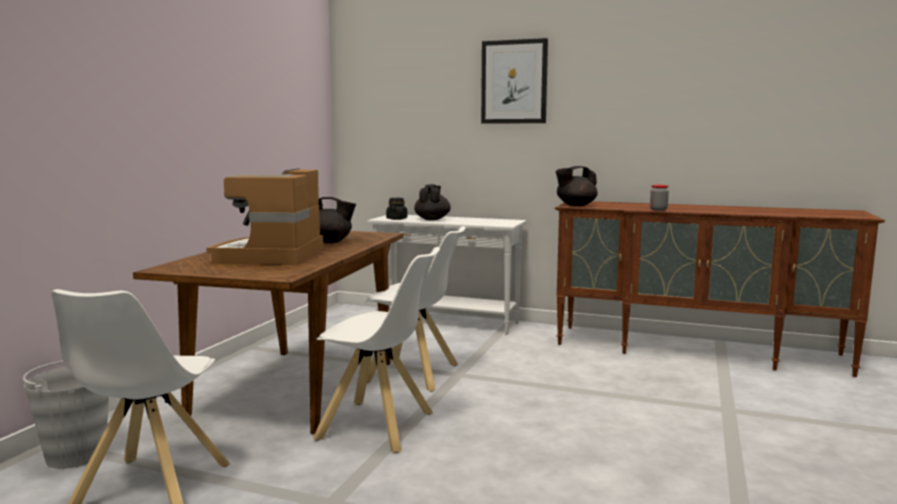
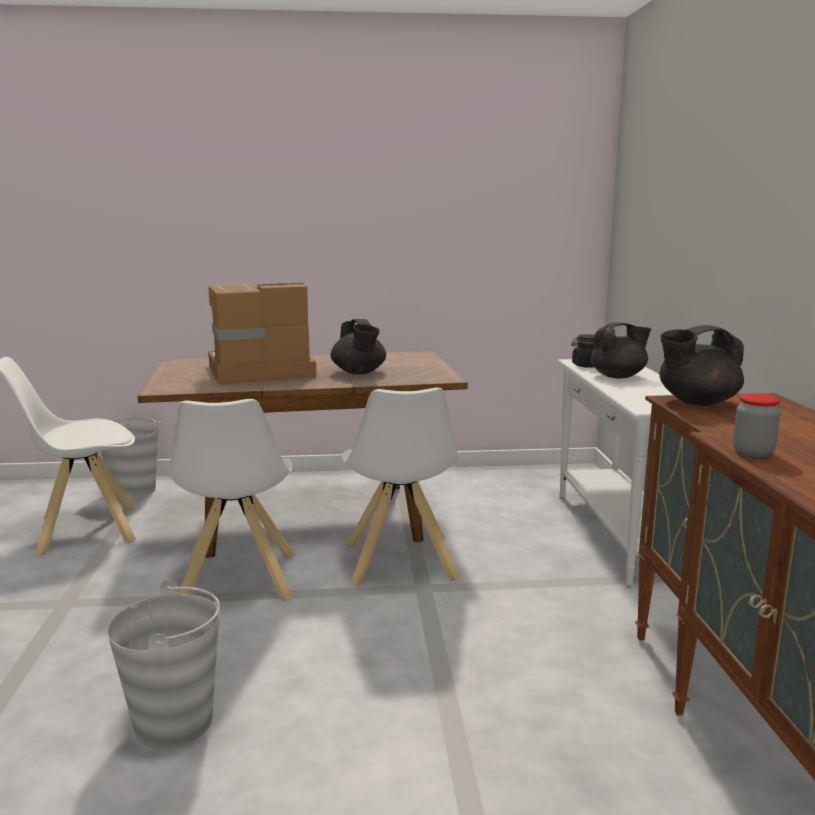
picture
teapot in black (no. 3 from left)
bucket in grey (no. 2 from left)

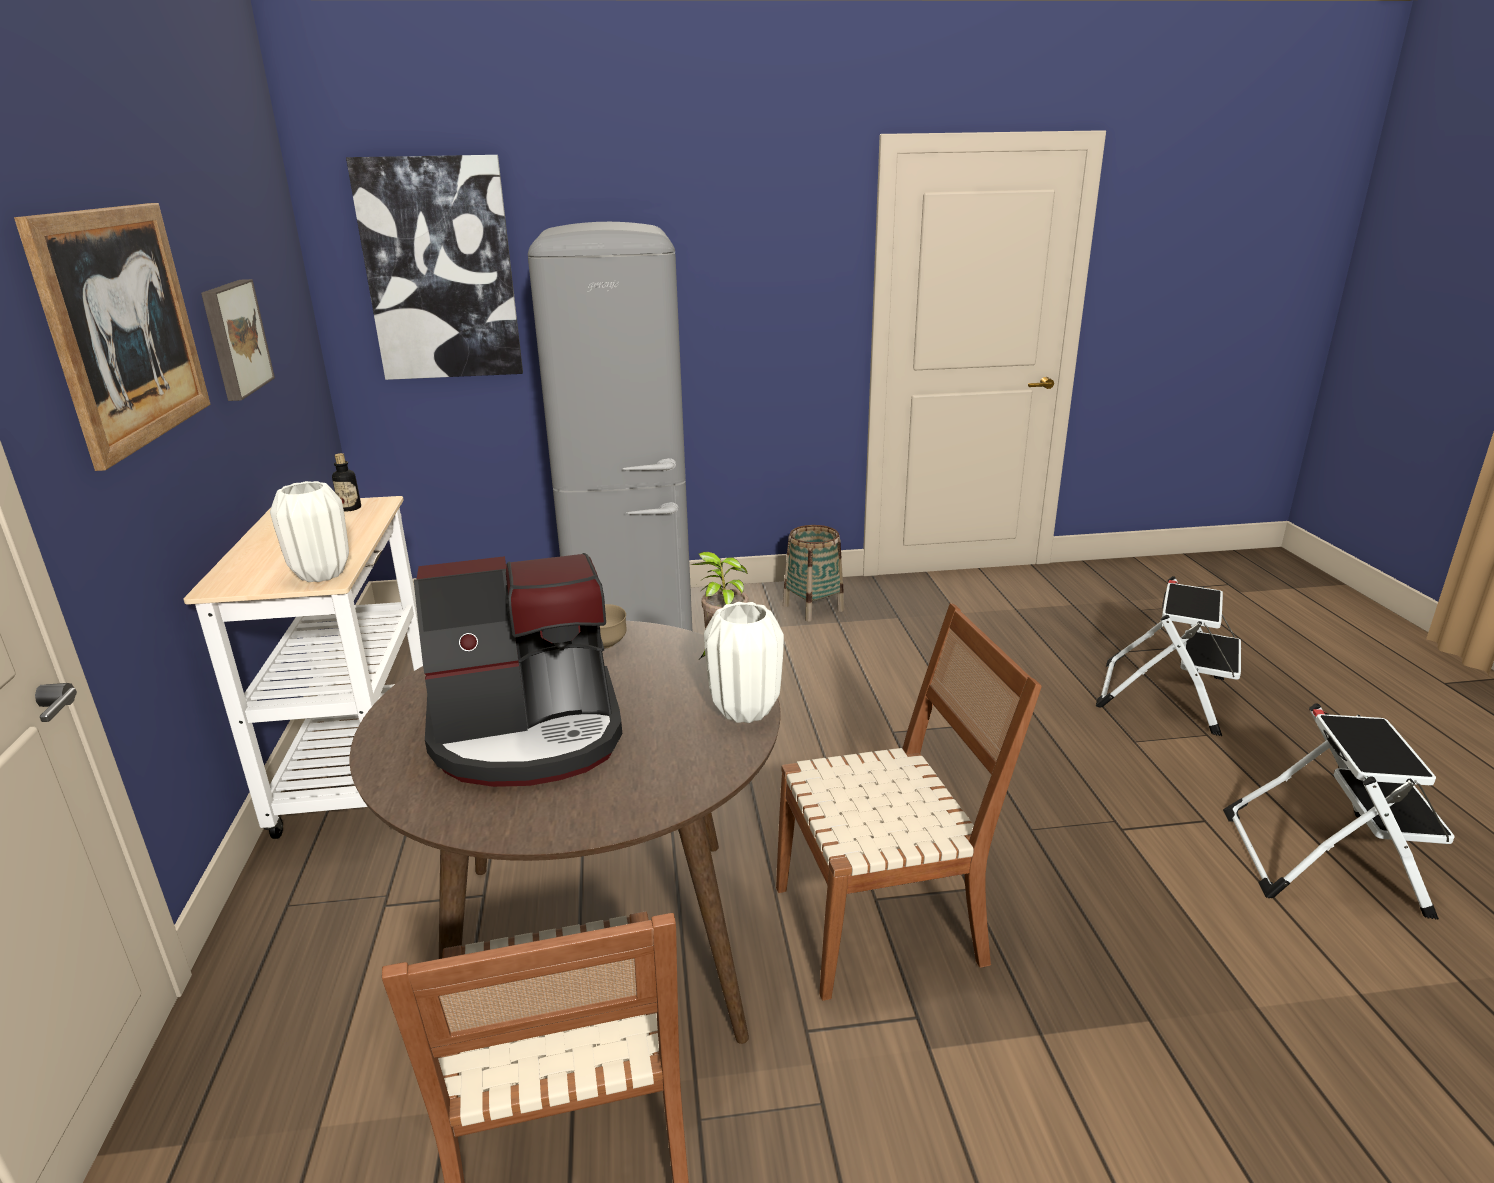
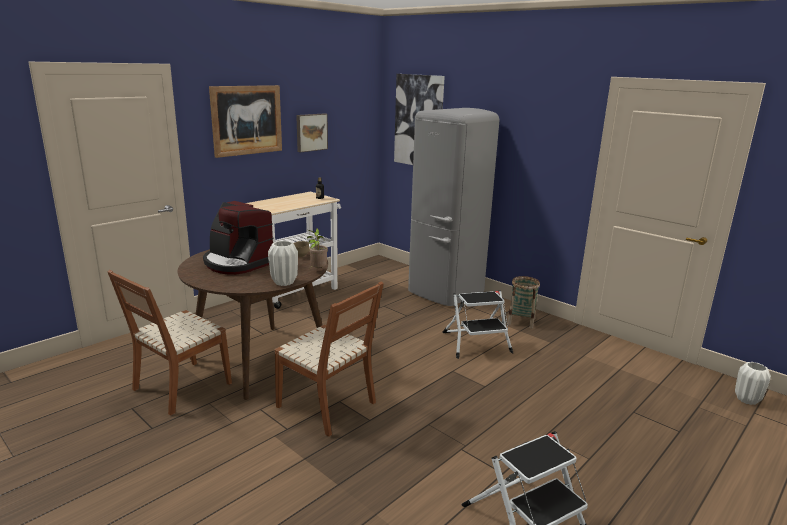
vase in white (no. 2 from left)
step ladder (no. 1 from left)

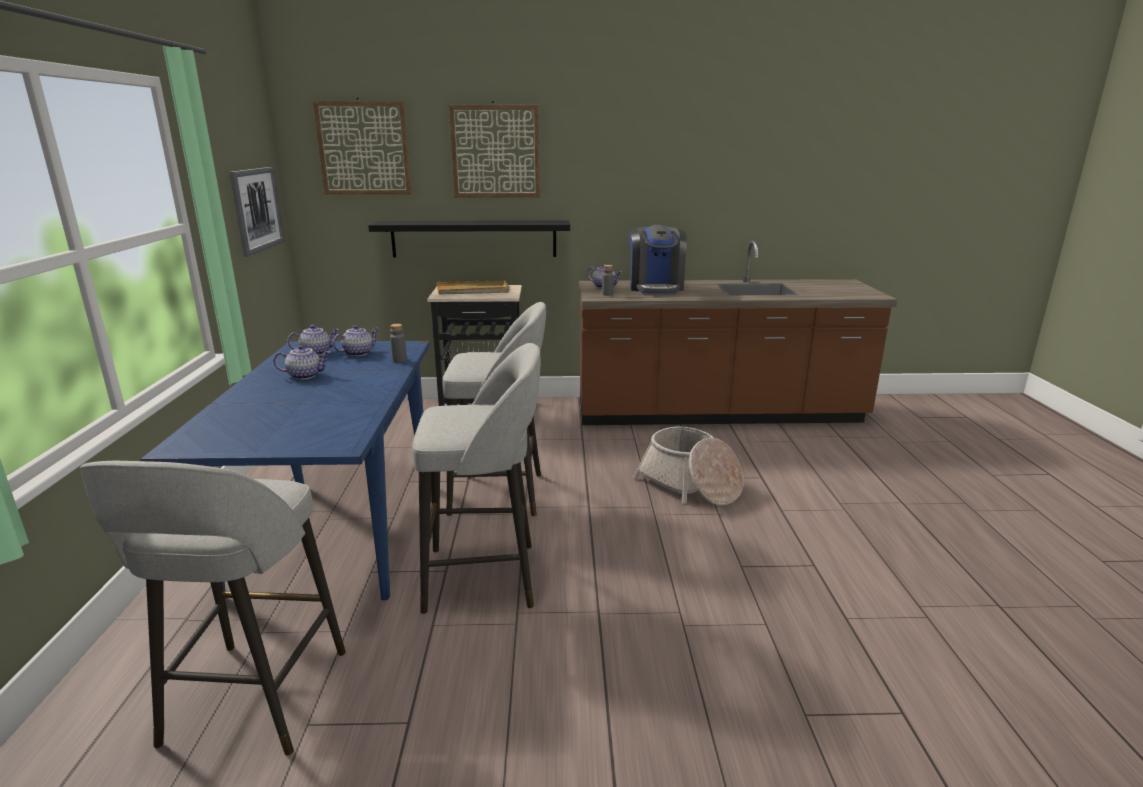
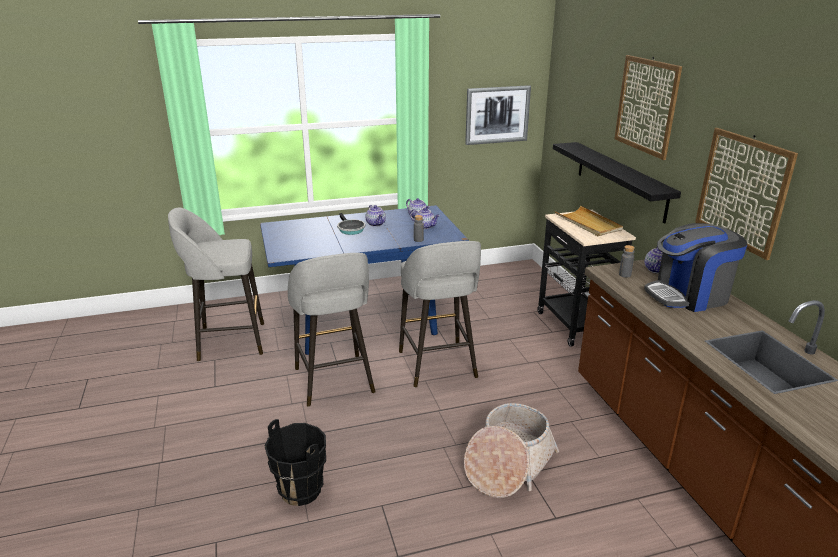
picture (no. 3 from left)
bucket in black
frying pan

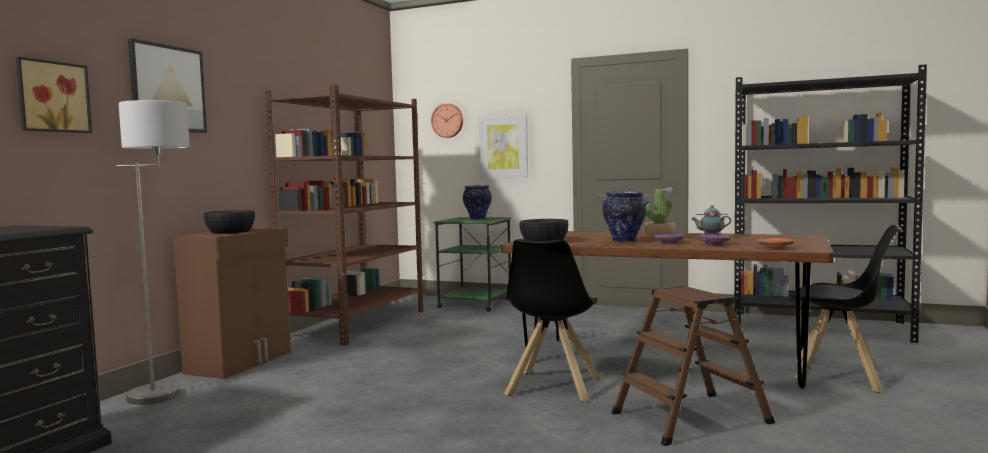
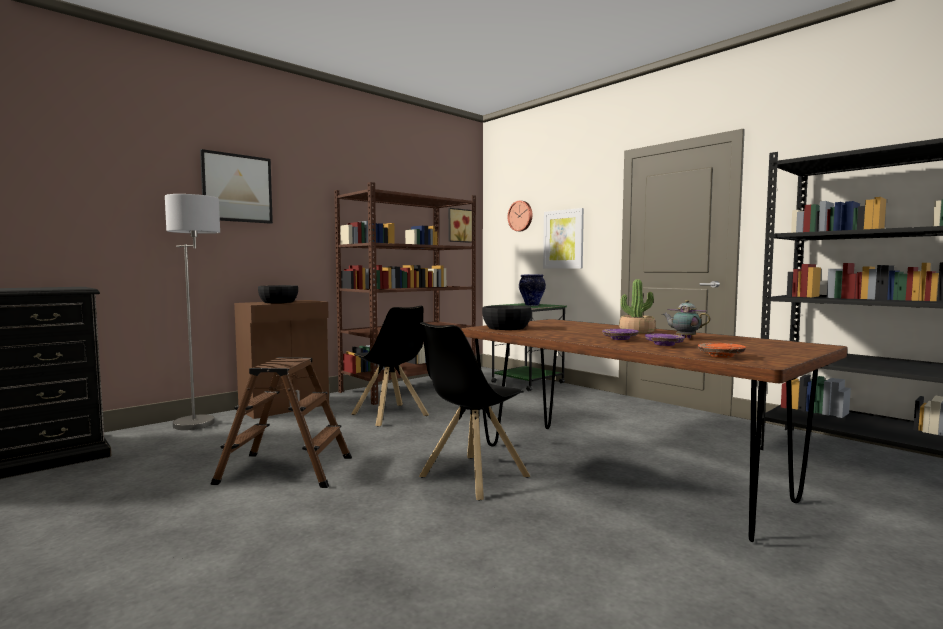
picture (no. 2 from left)
vase (no. 2 from left in the first image)
step ladder in brown
chair in black (no. 1 from left)

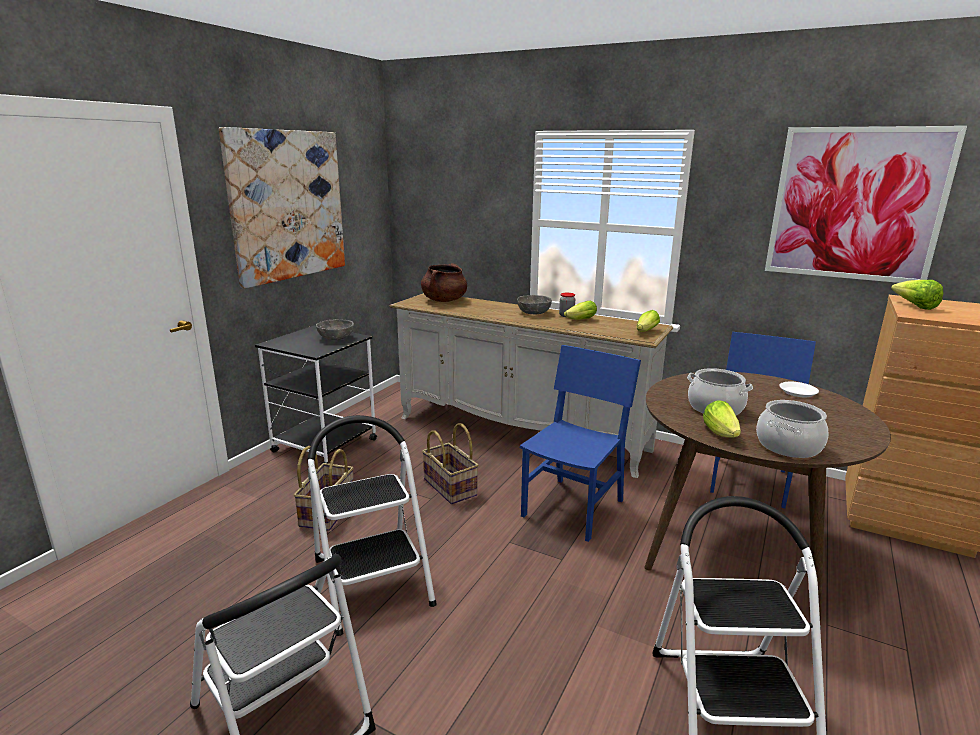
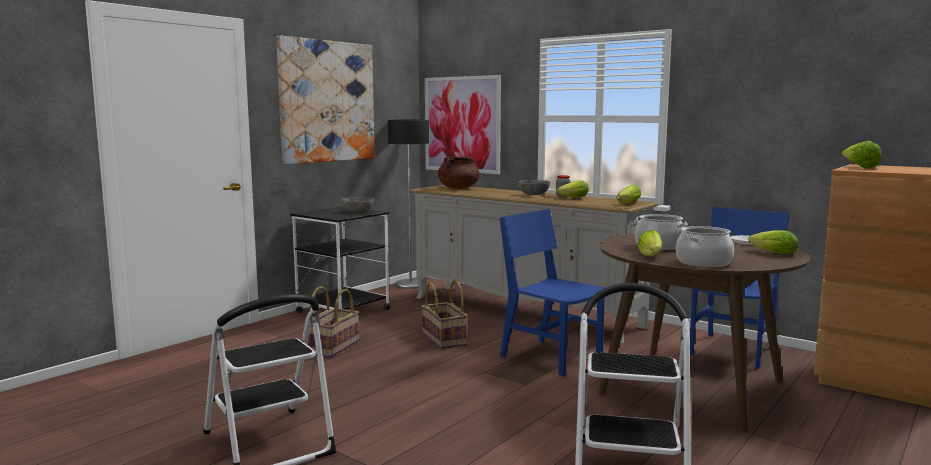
step ladder (no. 2 from left in the first image)
chair in blue (no. 1 from left)
picture (no. 2 from left)
floor lamp
lettuce (no. 4 from left)

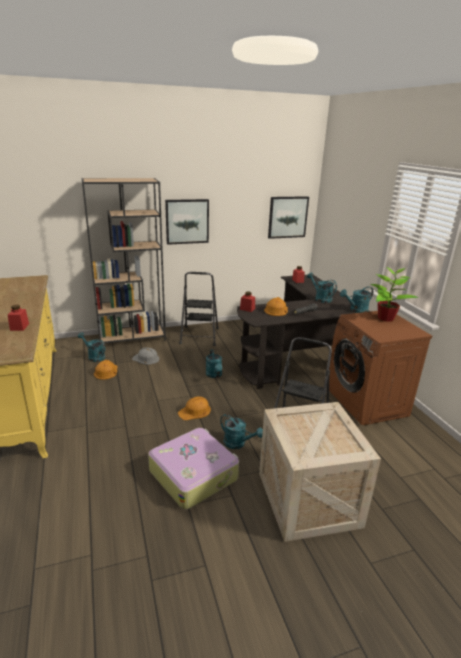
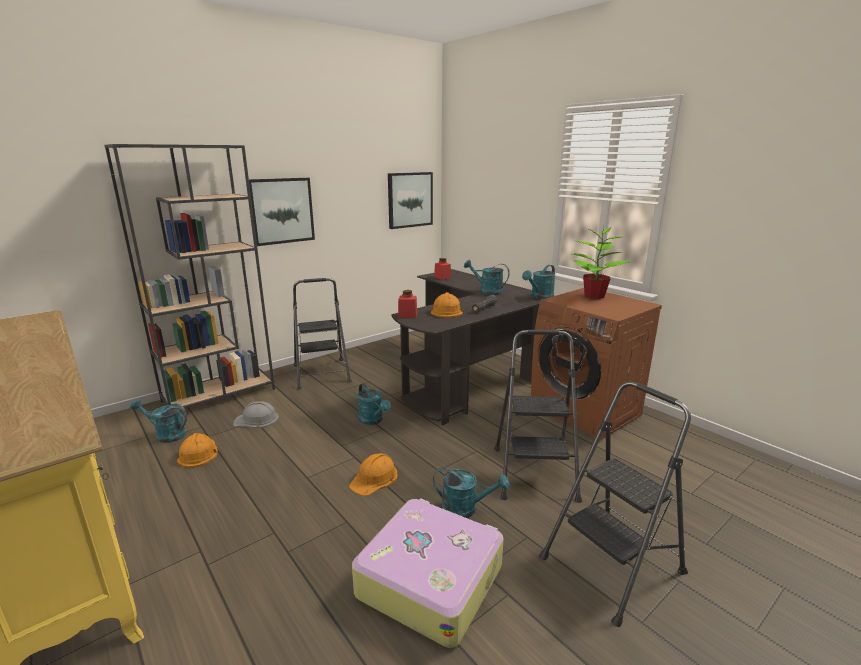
jar in red (no. 1 from left in the first image)
step ladder in black (no. 3 from left)

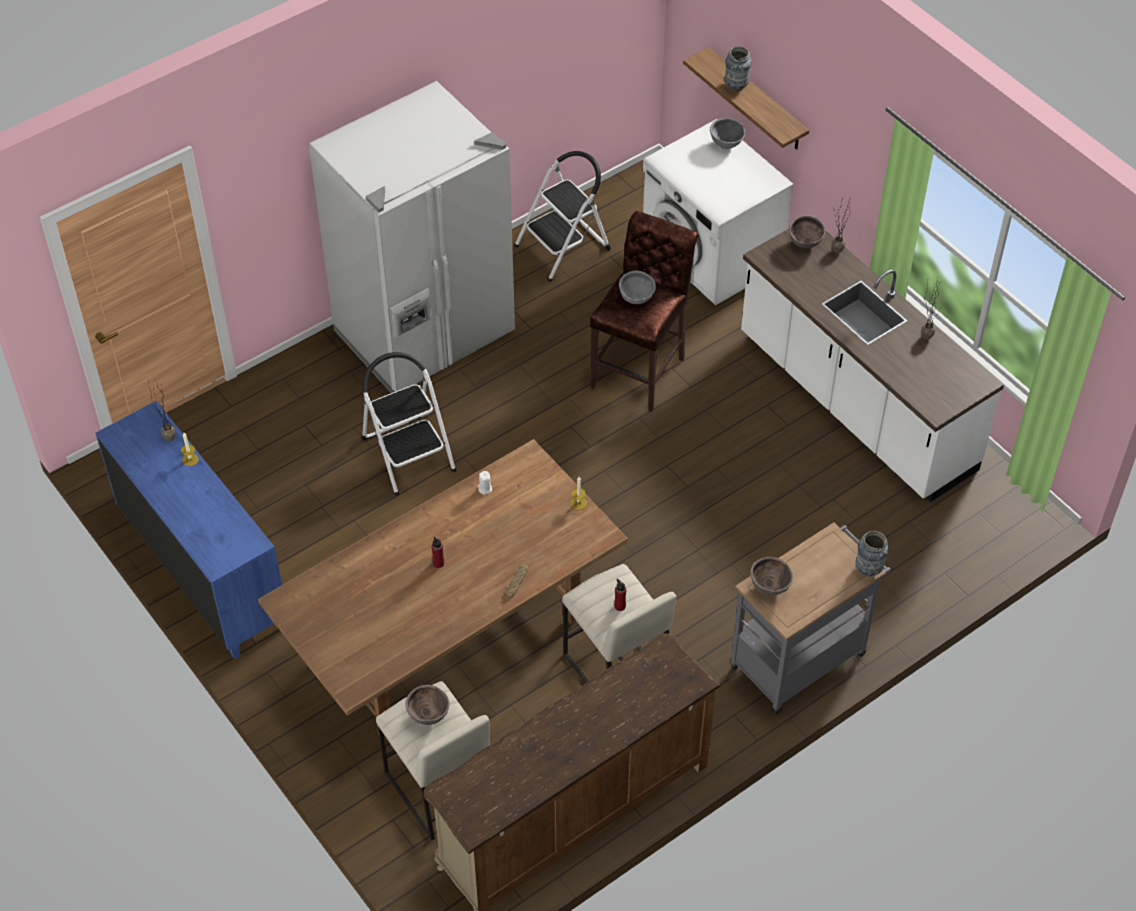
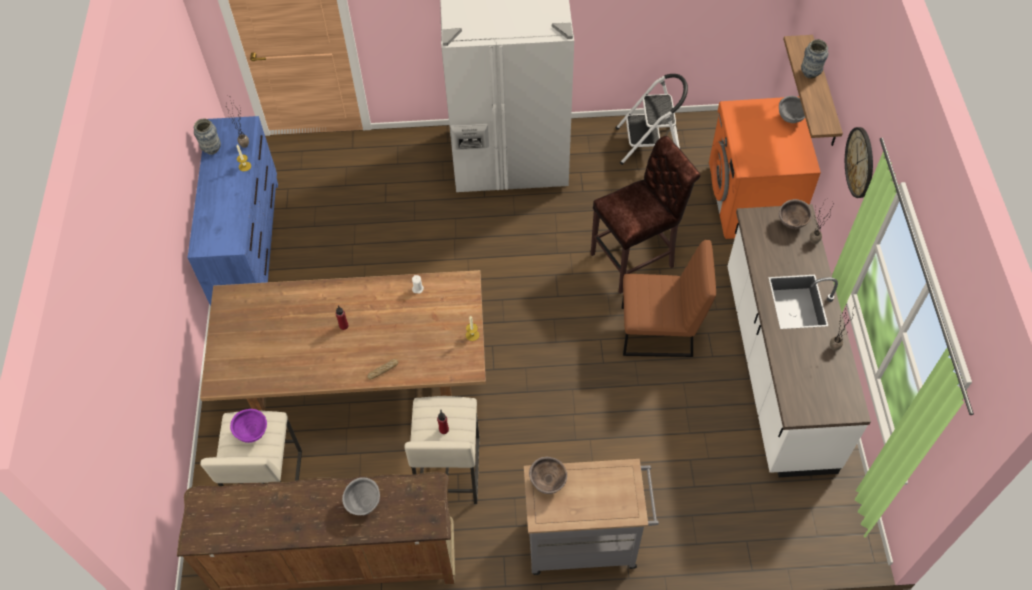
step ladder (no. 1 from left in the first image)
bowl in purple
bowl in grey (no. 1 from left)
washing machine in orange
vase (no. 1 from left)
chair in brown
wall clock

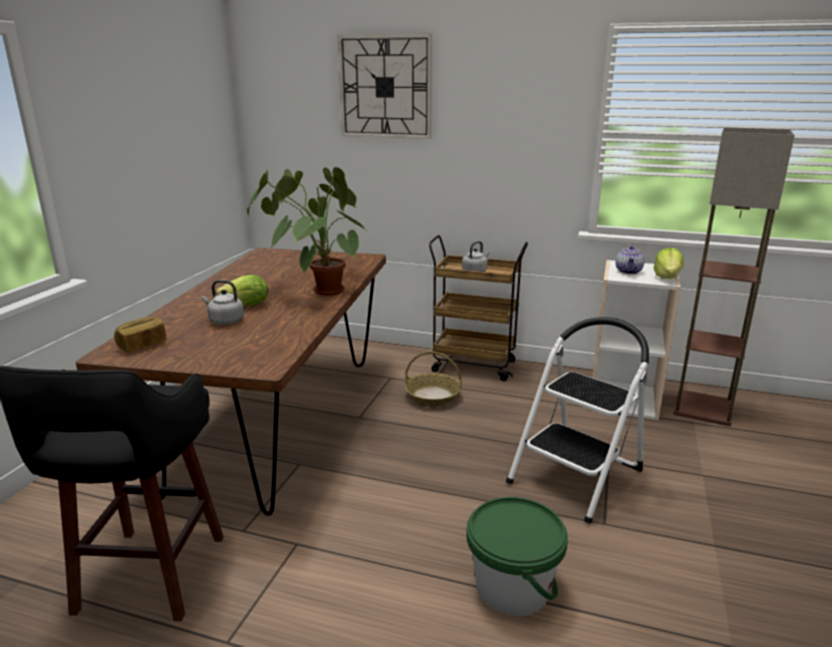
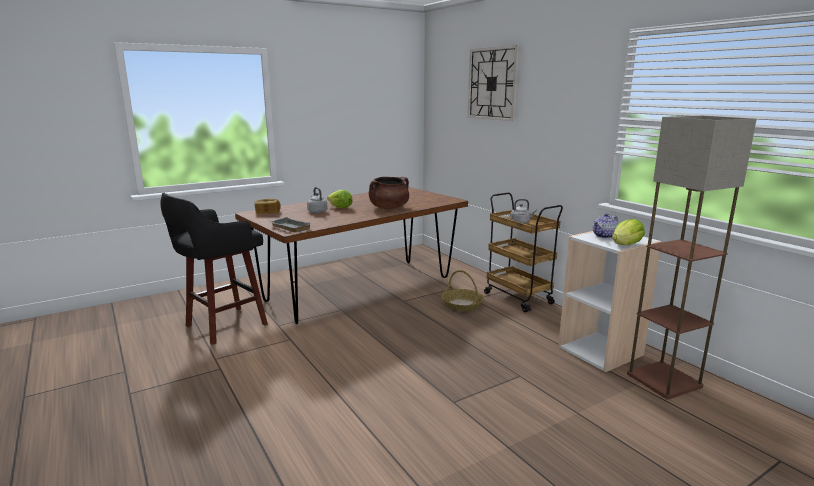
cooking pot in brown
bucket in green
step ladder
tray in grey

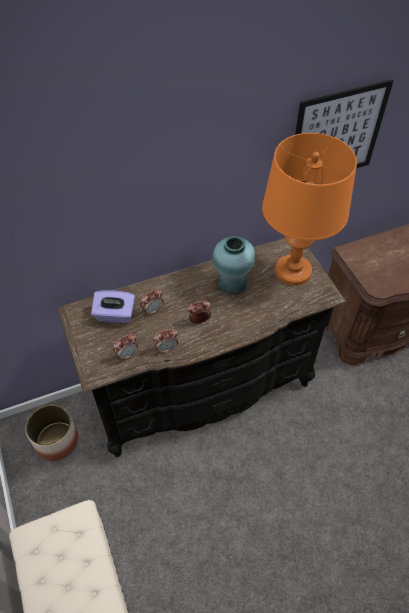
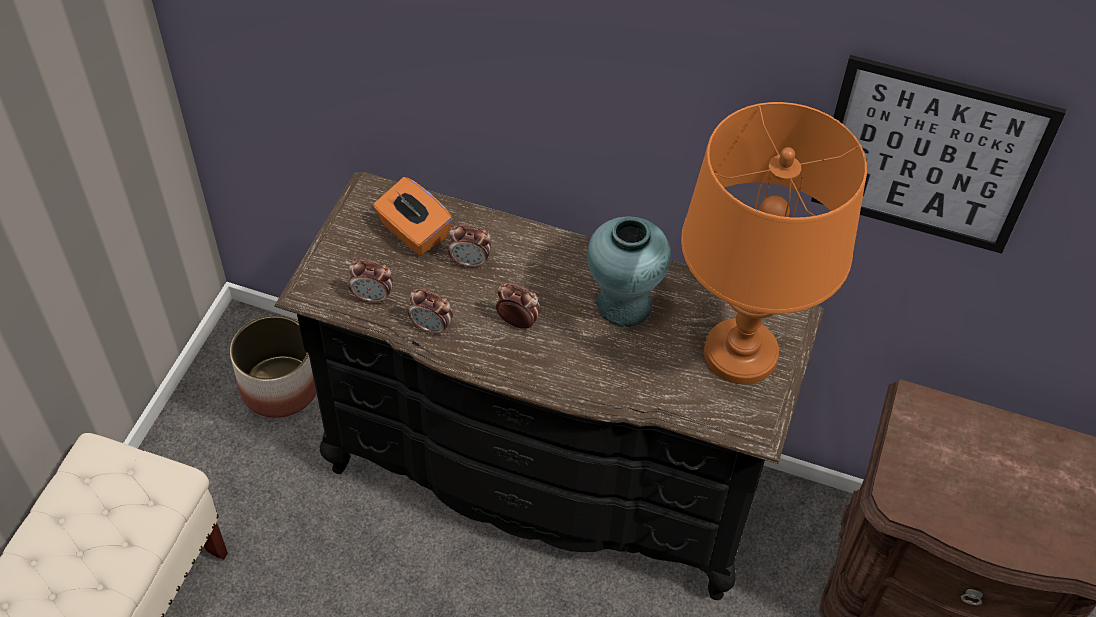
tissue box in orange

